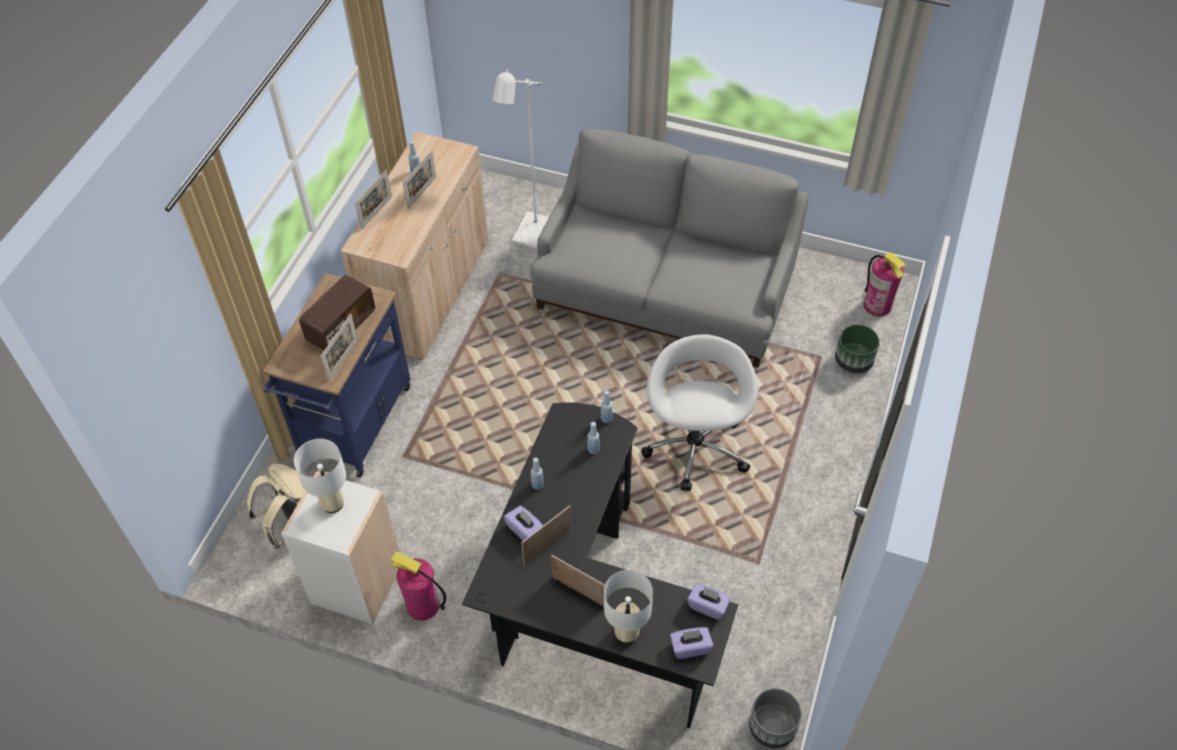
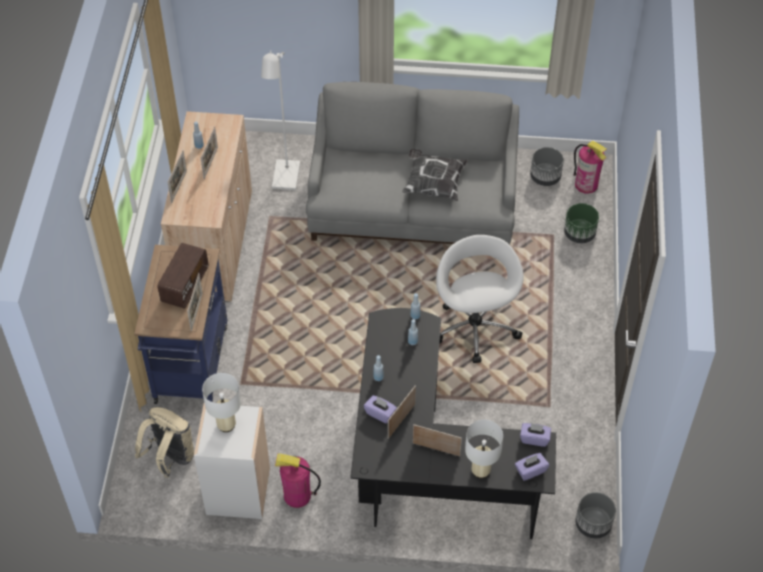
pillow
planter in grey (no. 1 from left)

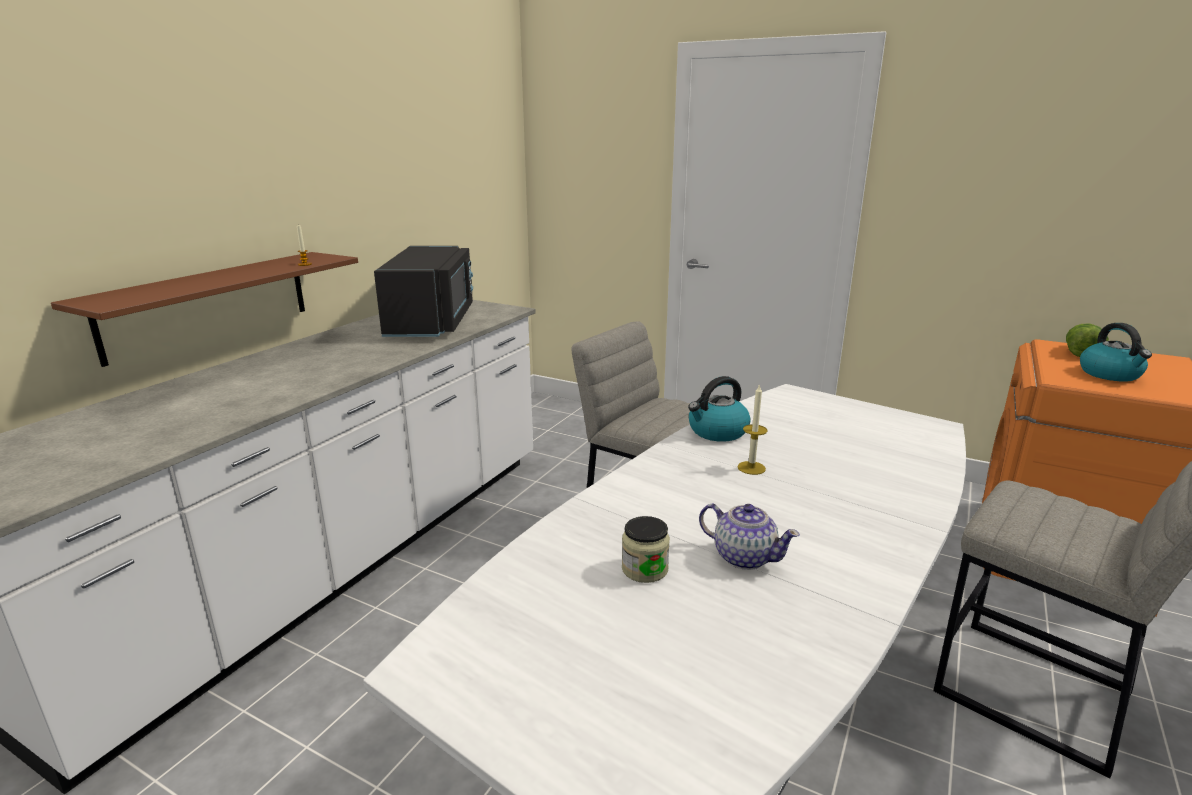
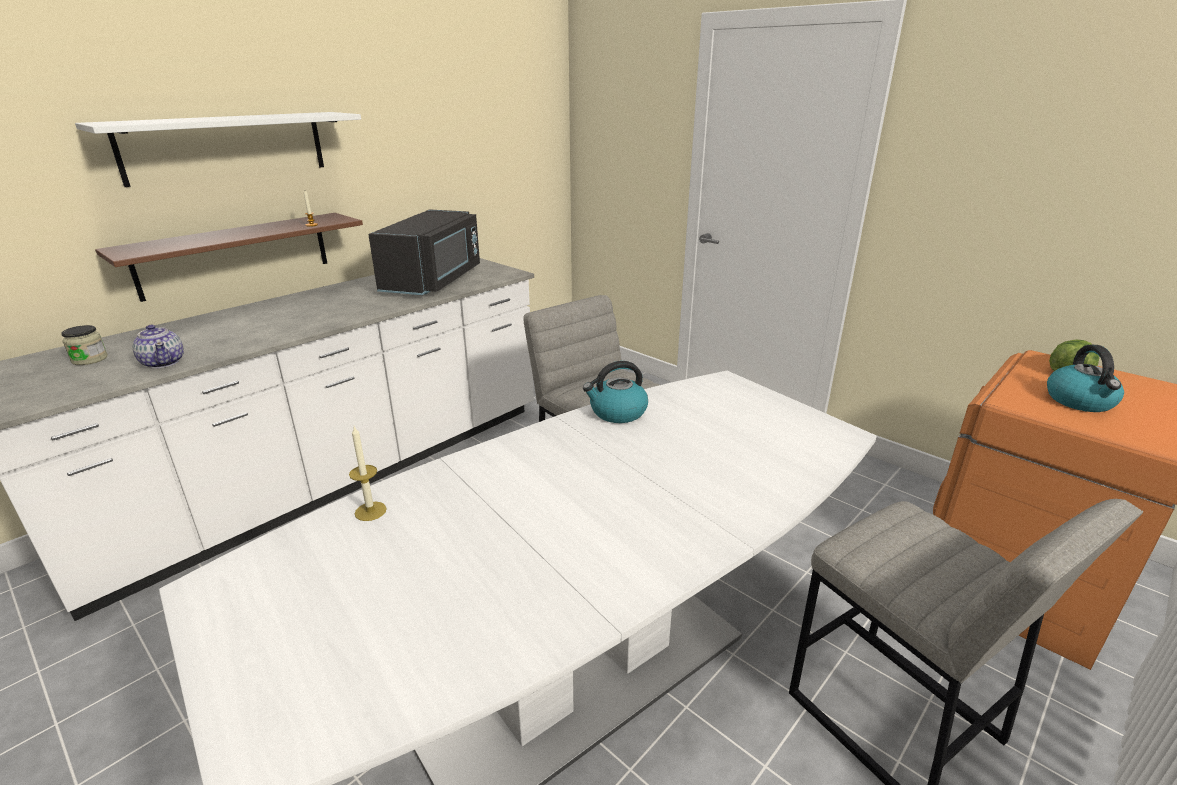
jar
teapot
candle (no. 2 from left)
shelf in white

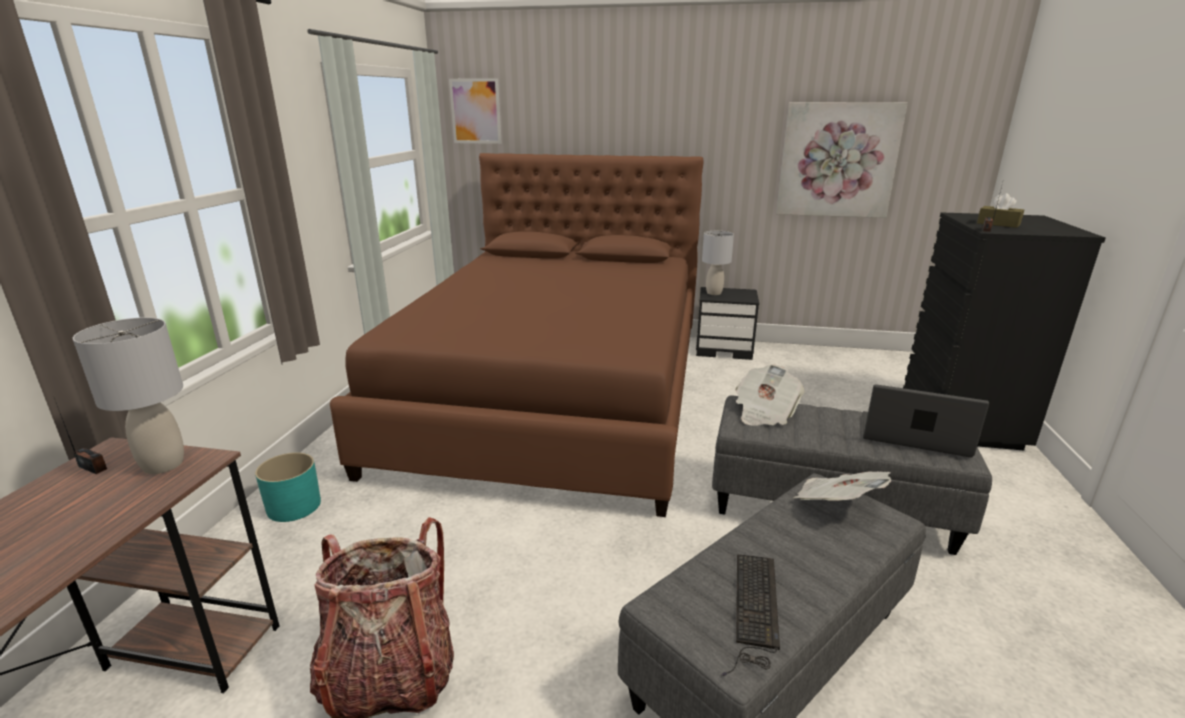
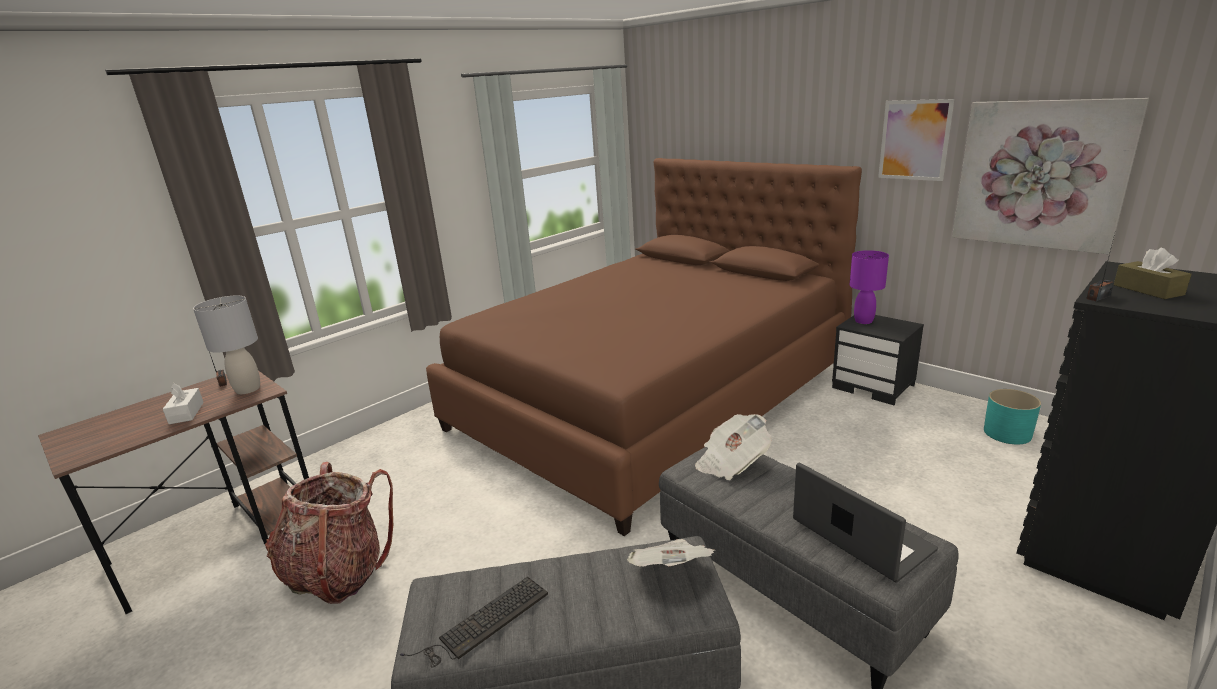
planter in turquoise
picture (no. 1 from left)
table lamp in purple
tissue box in white

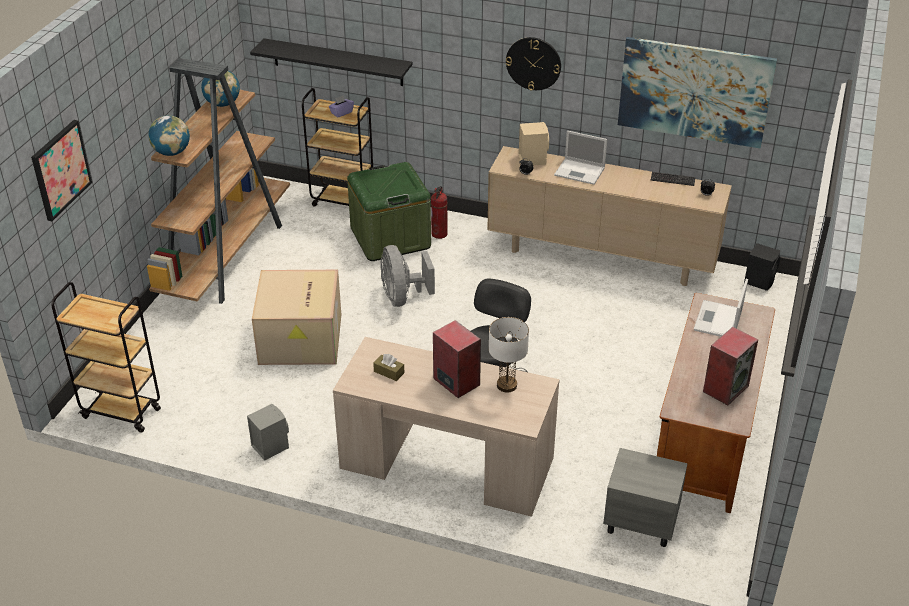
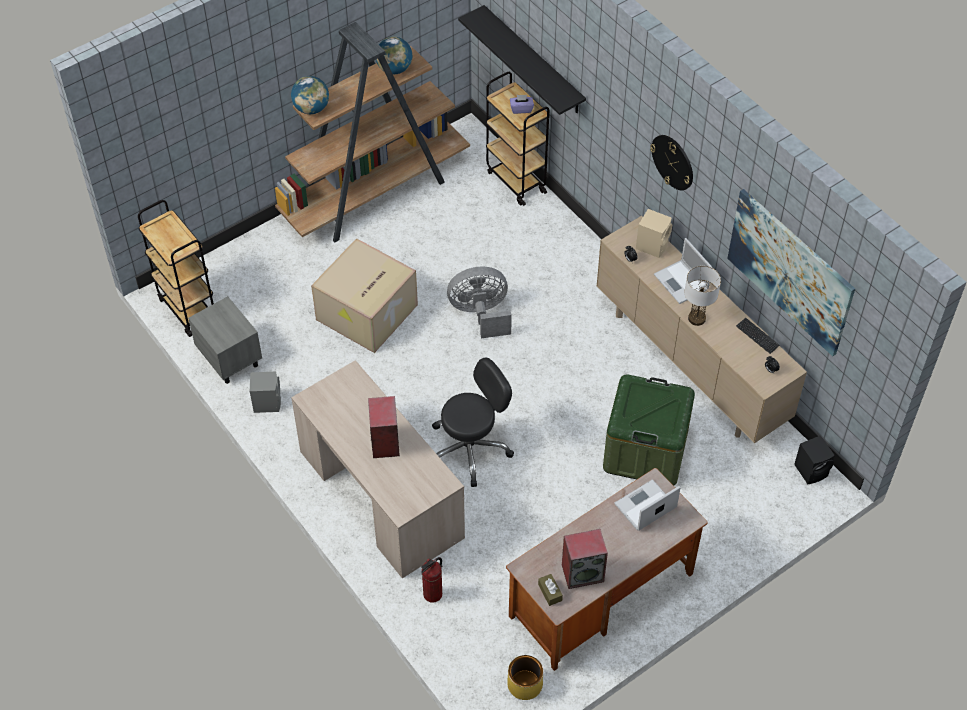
picture (no. 1 from left in the first image)
storage box in green
tissue box in brown
fan in grey
fire extinguisher
table lamp
nightstand in grey
planter in yellow

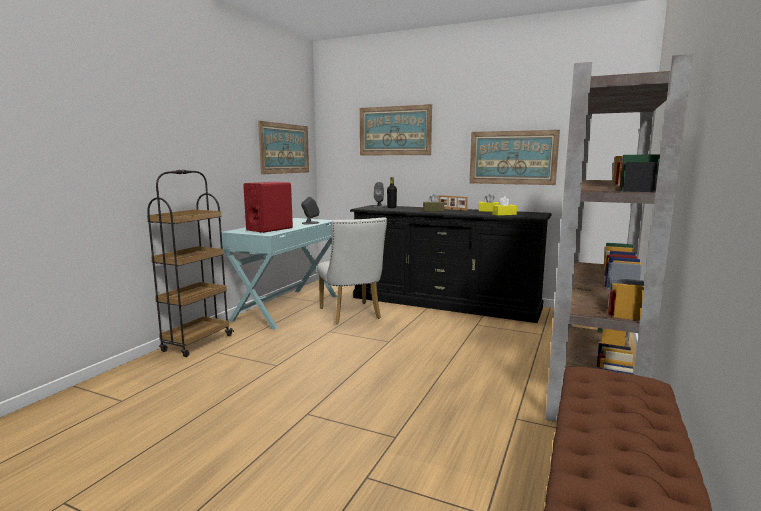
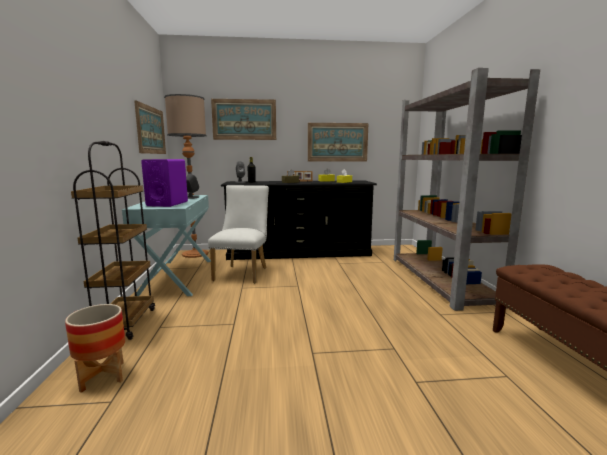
speaker in purple
chair in white
planter
floor lamp

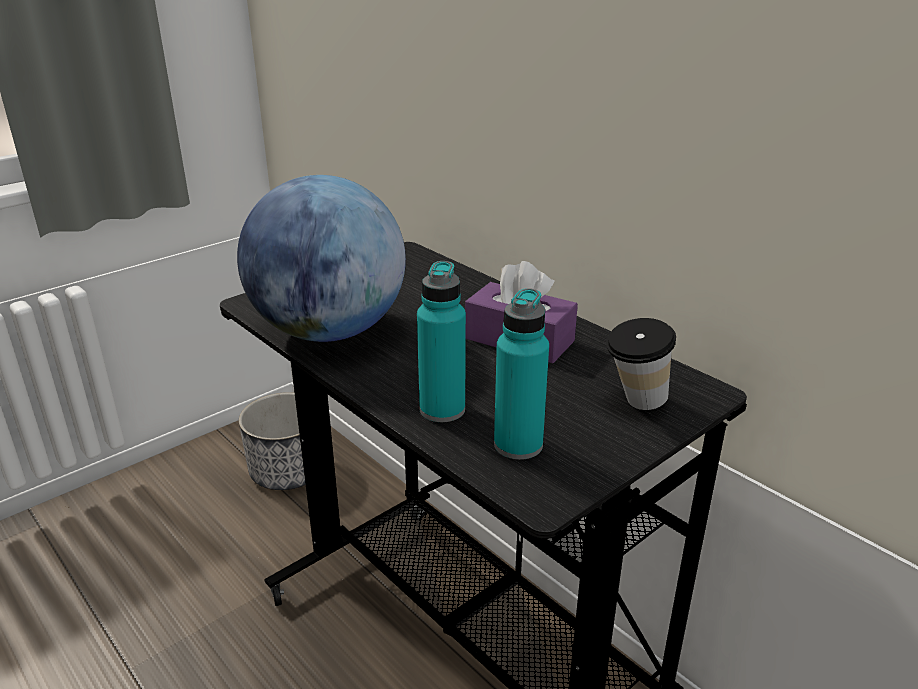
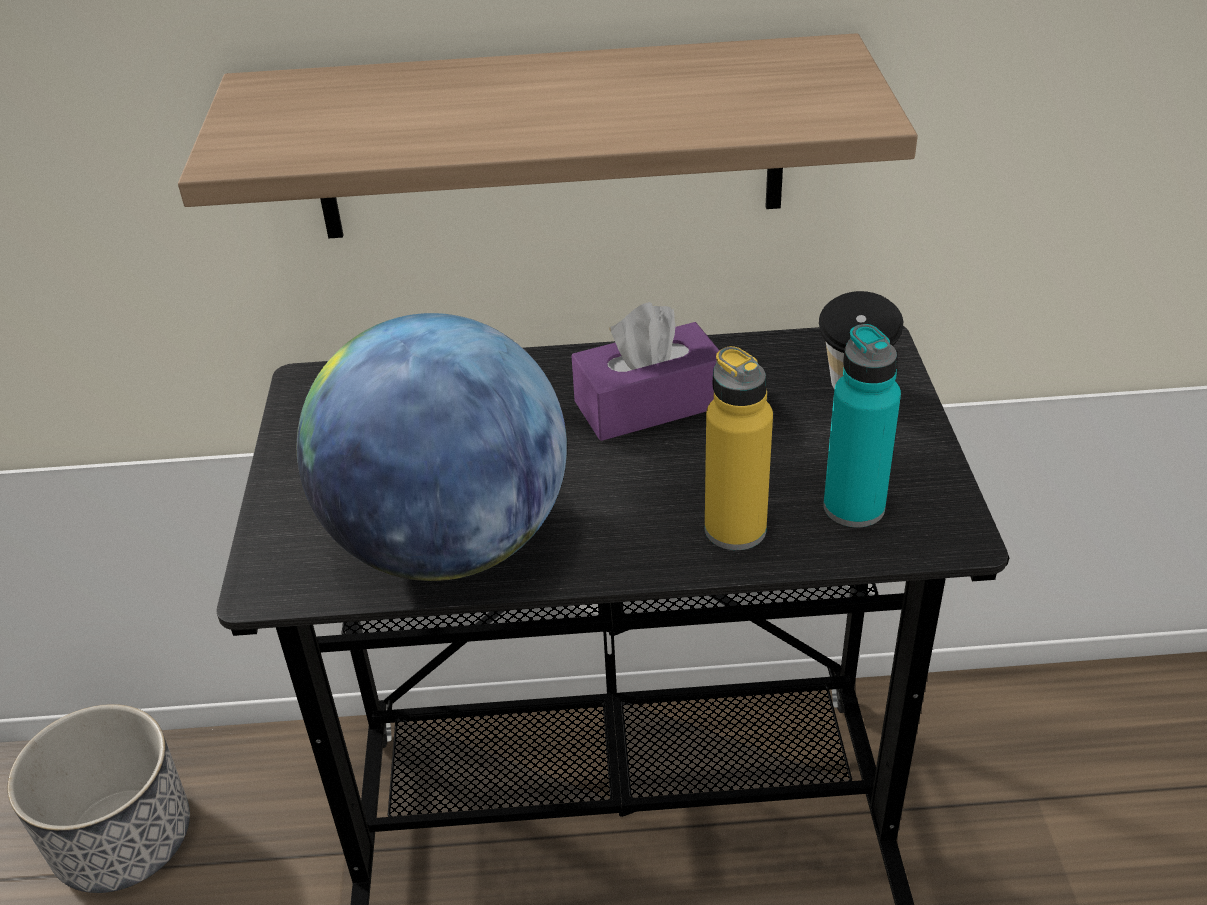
bottle in yellow
shelf

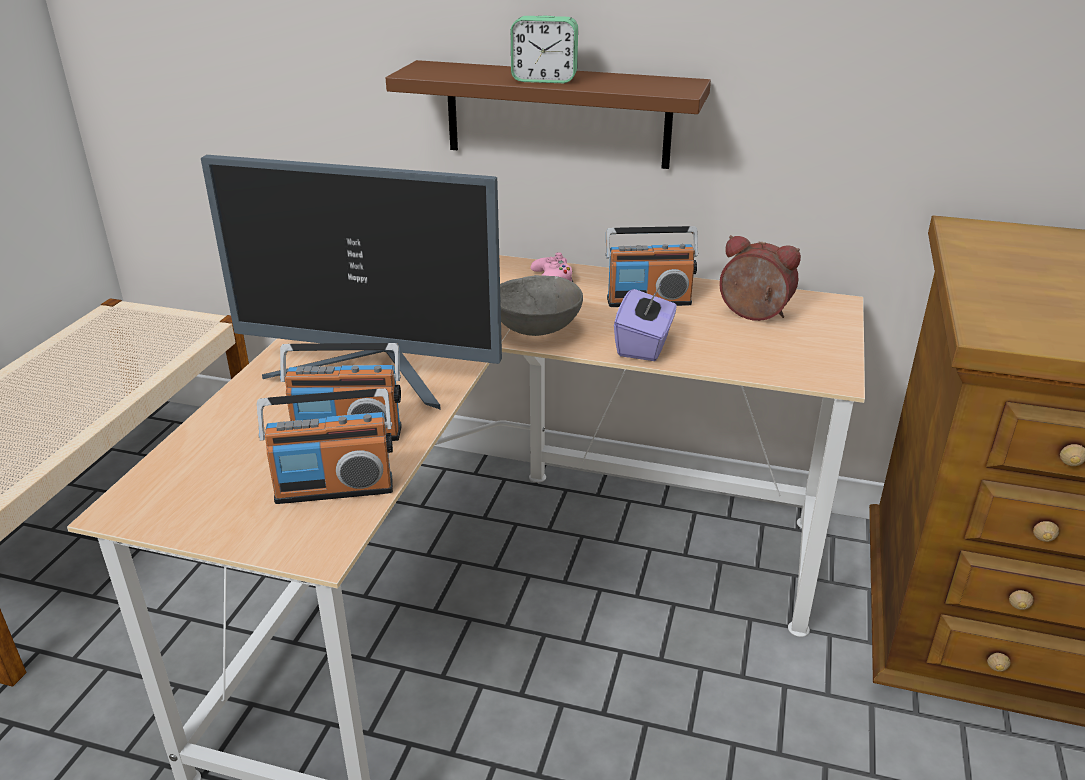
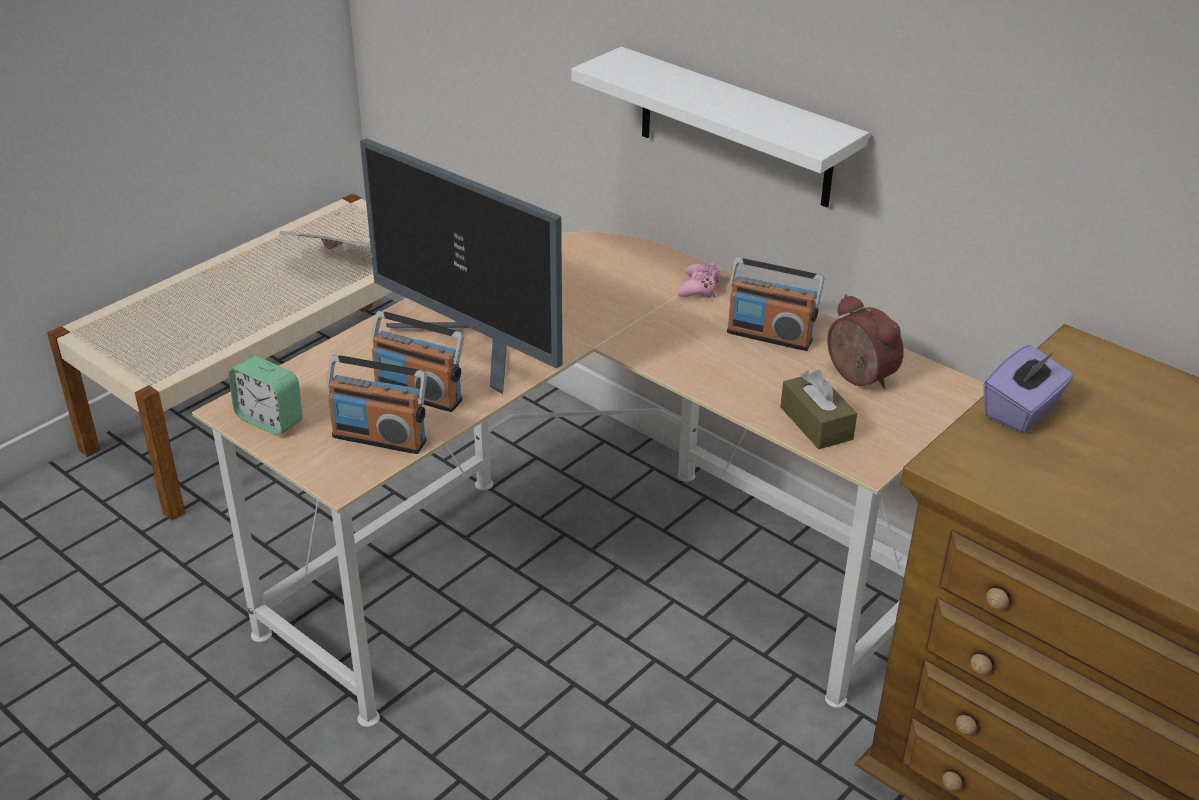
shelf in white
bowl in grey
alarm clock (no. 1 from left)
tissue box in purple
newspaper
tissue box in brown

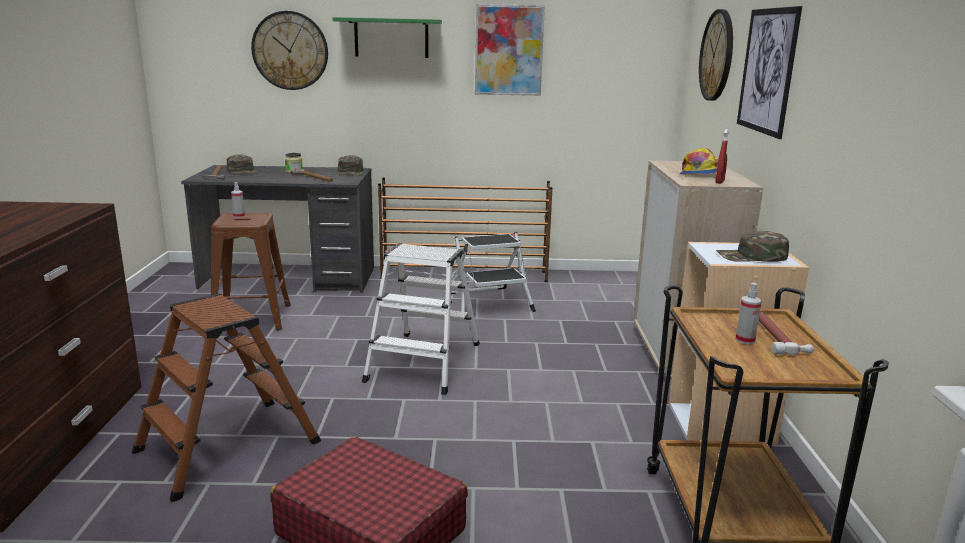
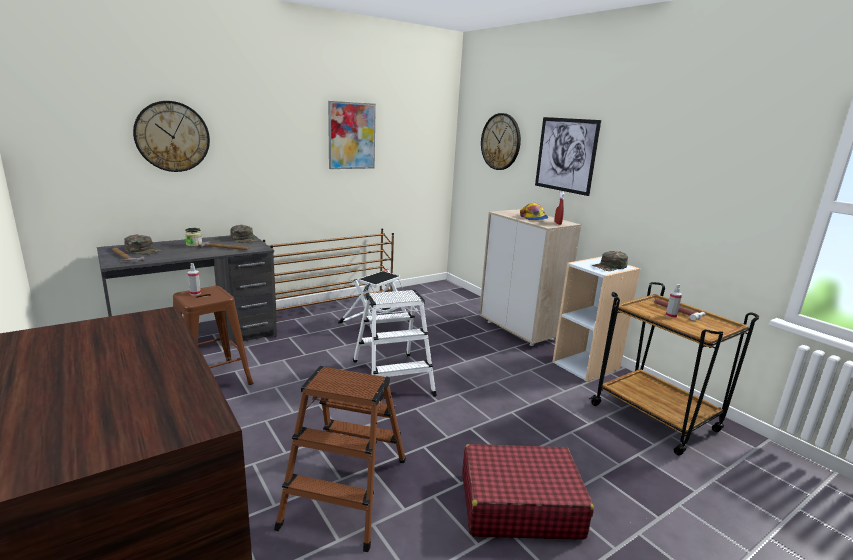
shelf in green

